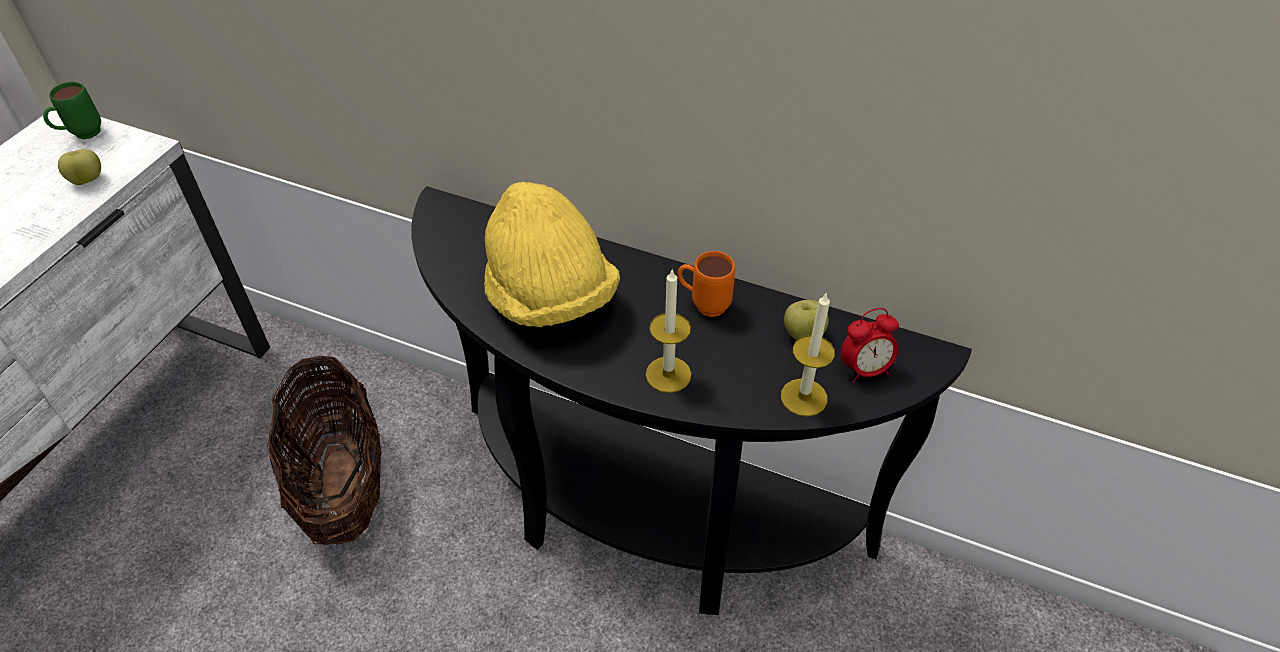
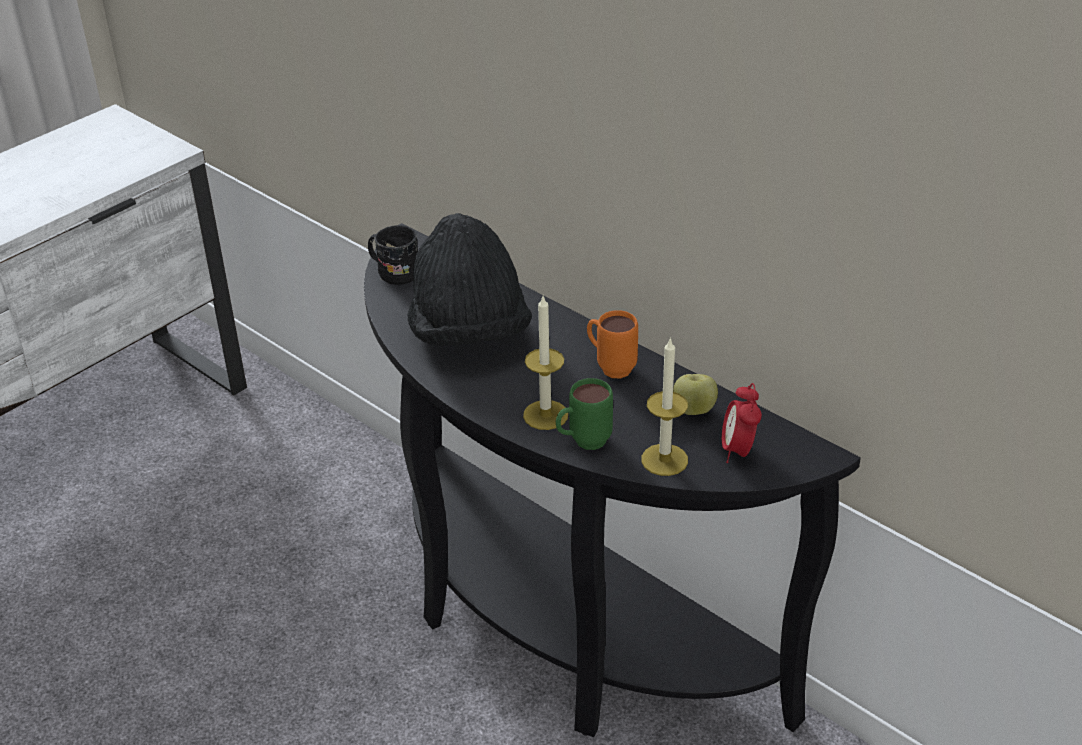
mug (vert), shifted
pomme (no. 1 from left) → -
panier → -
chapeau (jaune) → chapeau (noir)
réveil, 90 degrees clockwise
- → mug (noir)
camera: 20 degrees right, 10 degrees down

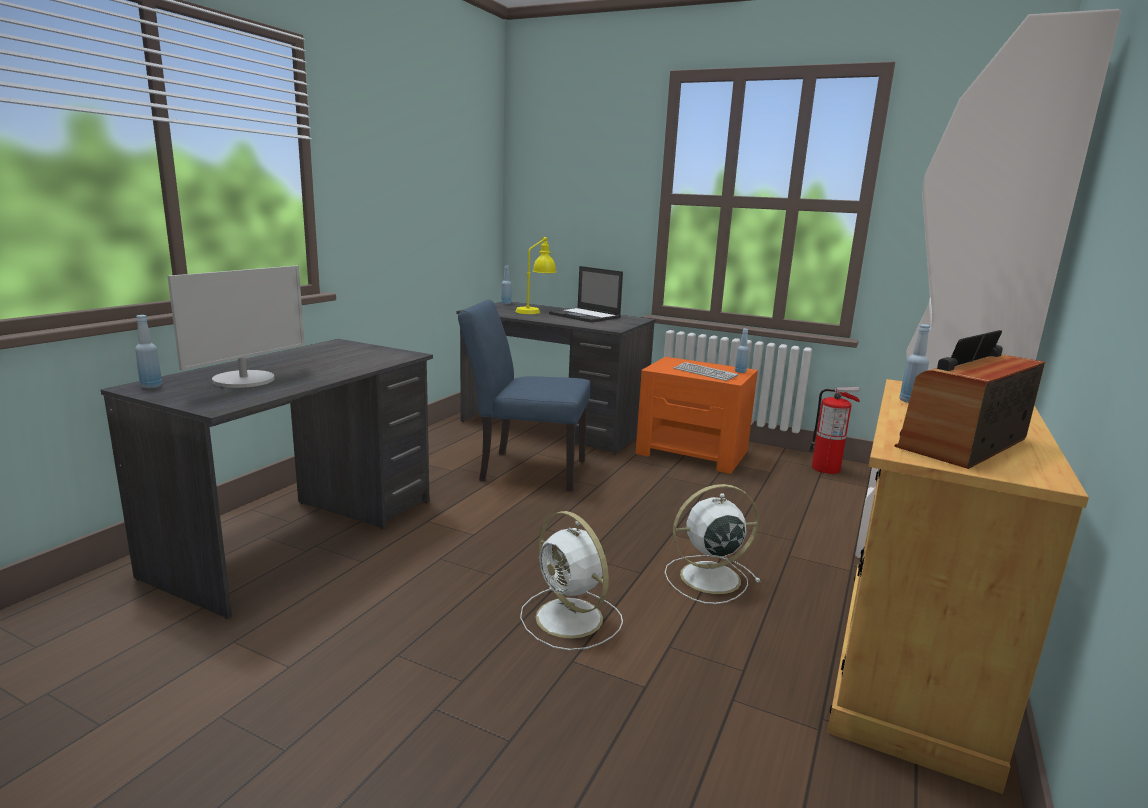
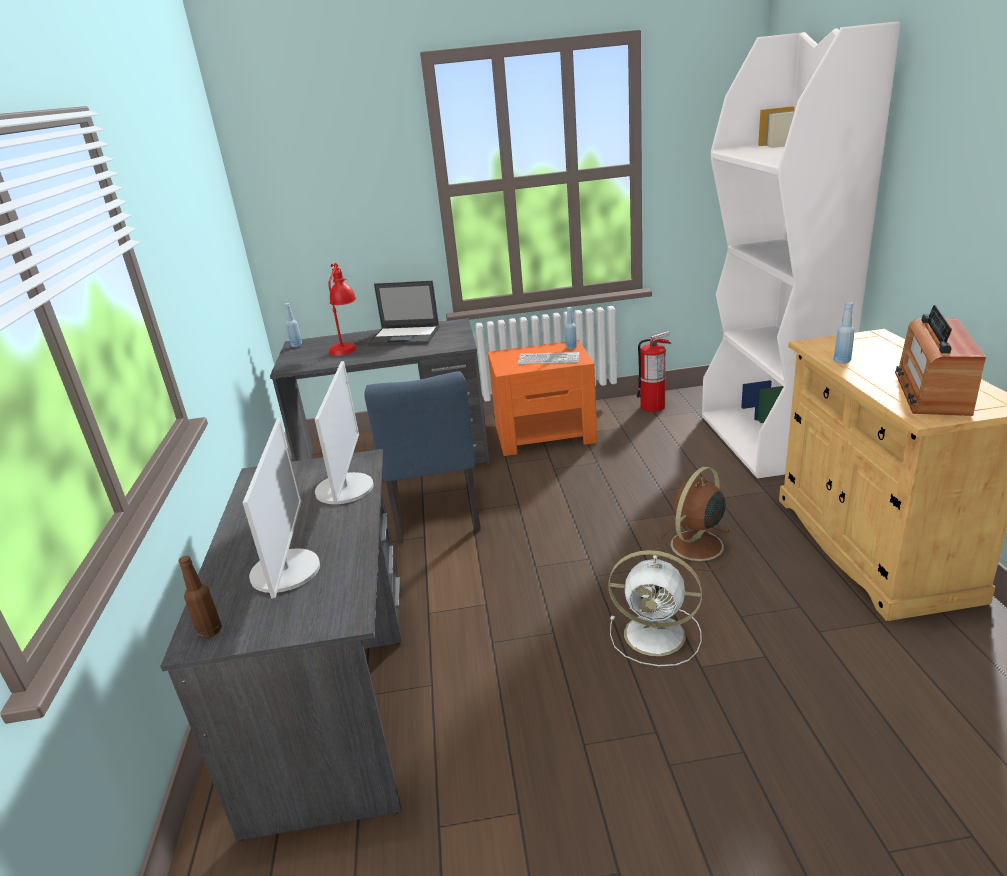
bouteille (bleu) (no. 1 from left) → bouteille (marron)
chaise (bleu), 75 degrees counterclockwise
lampe de table (jaune) → lampe de table (rouge)
ventilateur (blanc) (no. 2 from left) → ventilateur (marron)
- → écran d'ordinateur (no. 2 from left)
camera: 30 degrees left, 10 degrees up

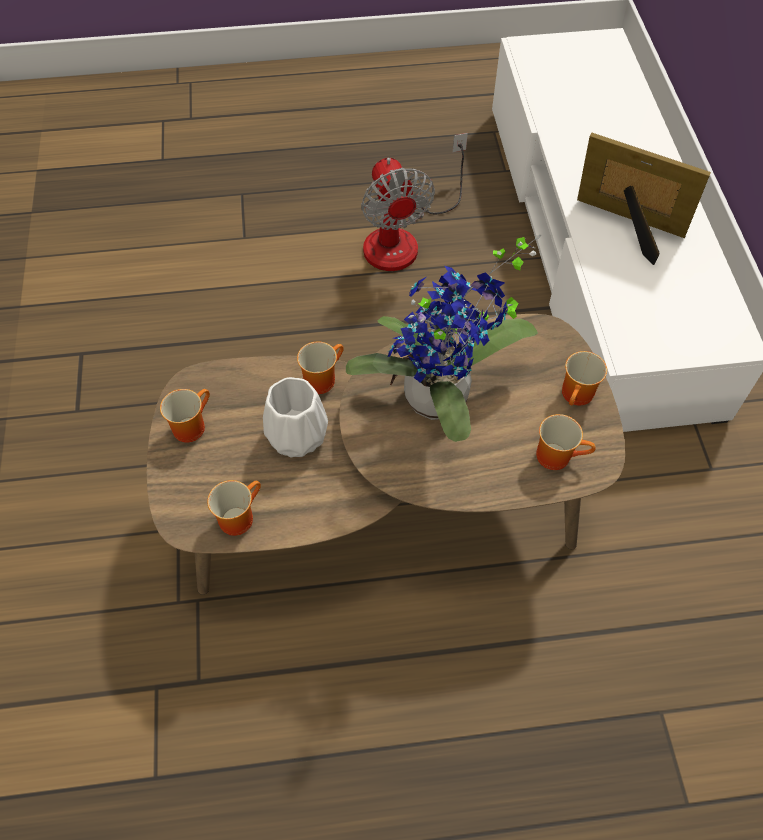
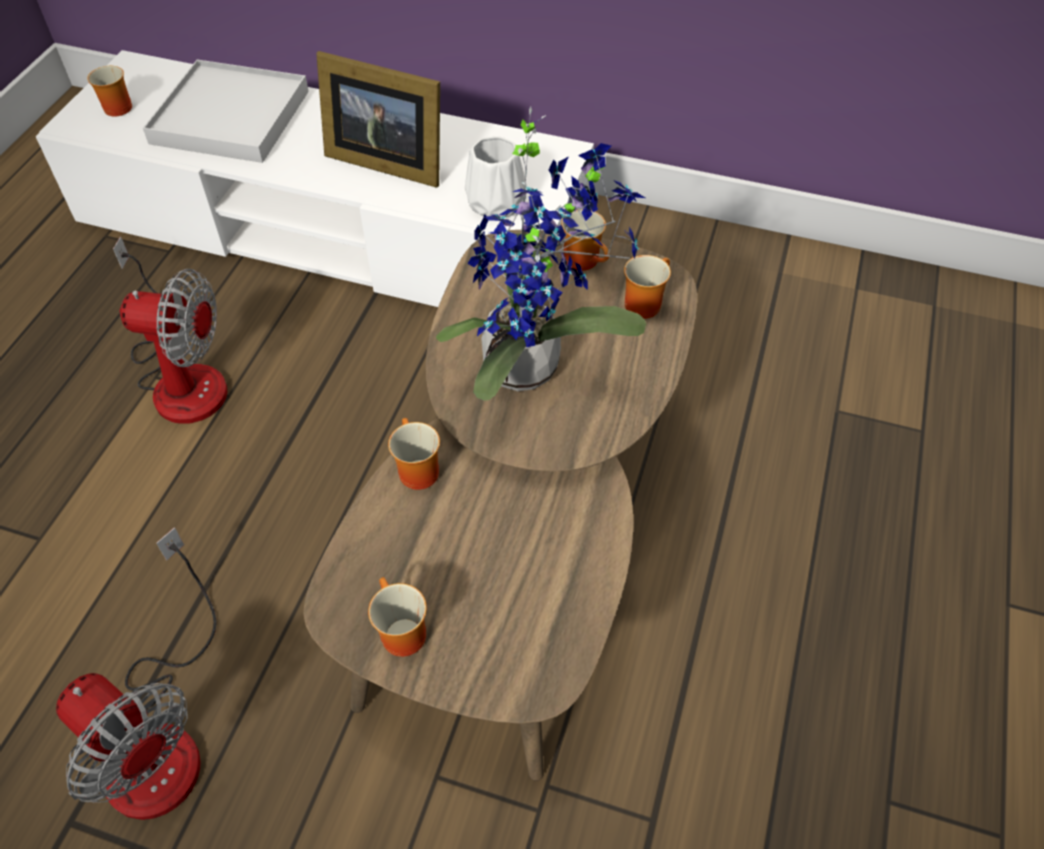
mug (no. 2 from left in the first image) → mug (no. 1 from left), shifted
vase (blanc), shifted
cadre photo, 120 degrees counterclockwise
- → ventilateur (no. 1 from left)
- → plateau (blanc)
camera: 65 degrees left, 5 degrees down

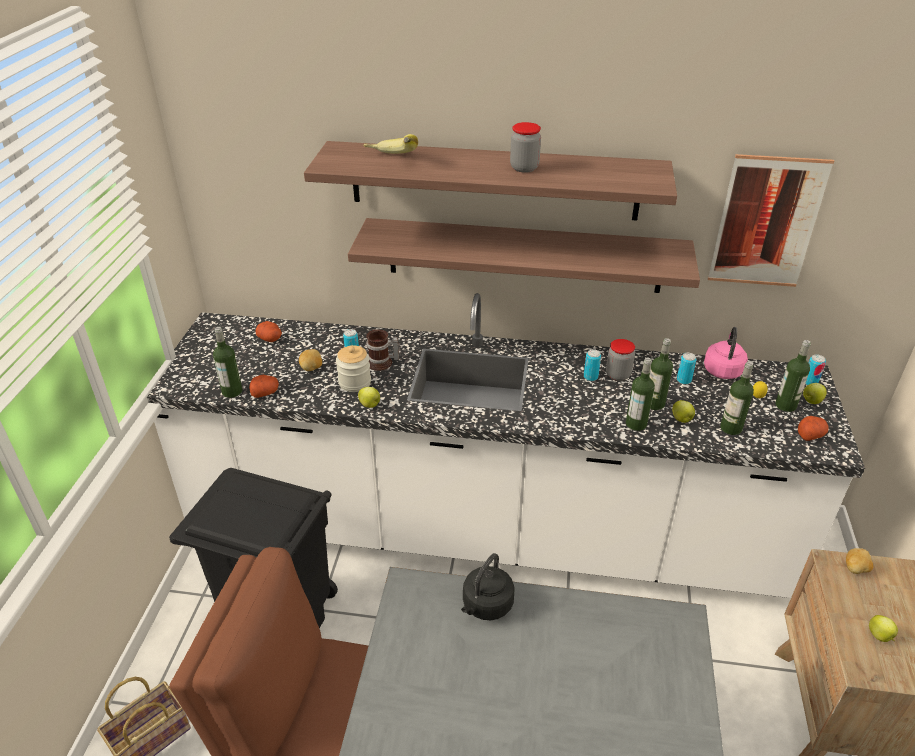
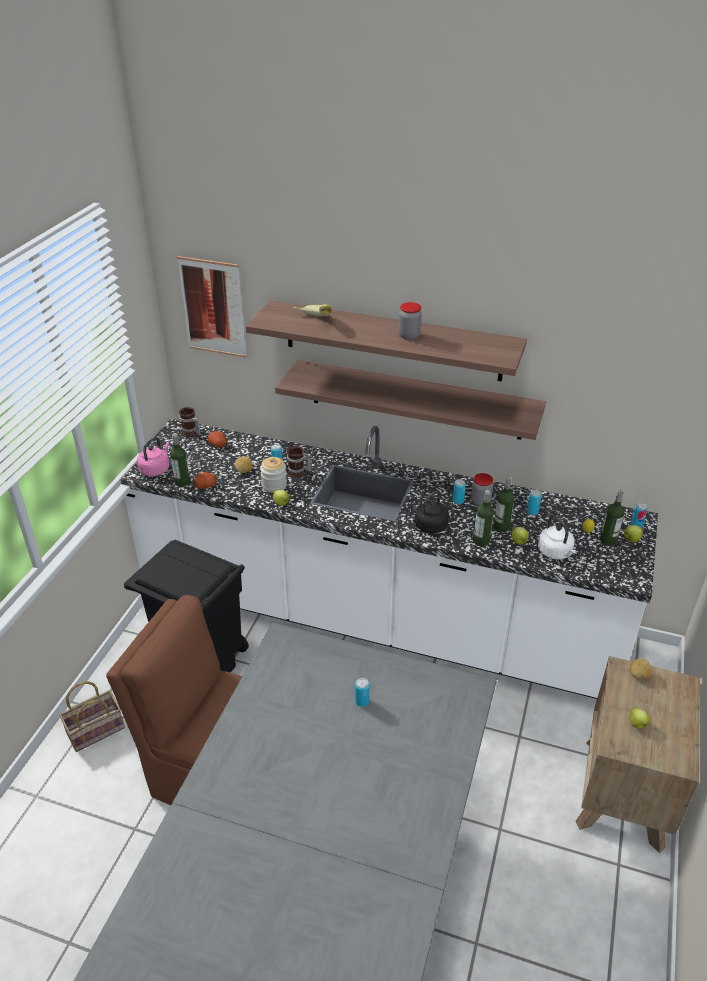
bouilloire (noir), shifted
bouilloire (rose), shifted
tableau, shifted
bouteille (no. 4 from left) → bouilloire (blanc)
pomme de terre (no. 4 from left) → -
- → mug (no. 1 from left)
- → boîte métallique (no. 2 from left)
camera: 10 degrees right, 0 degrees up

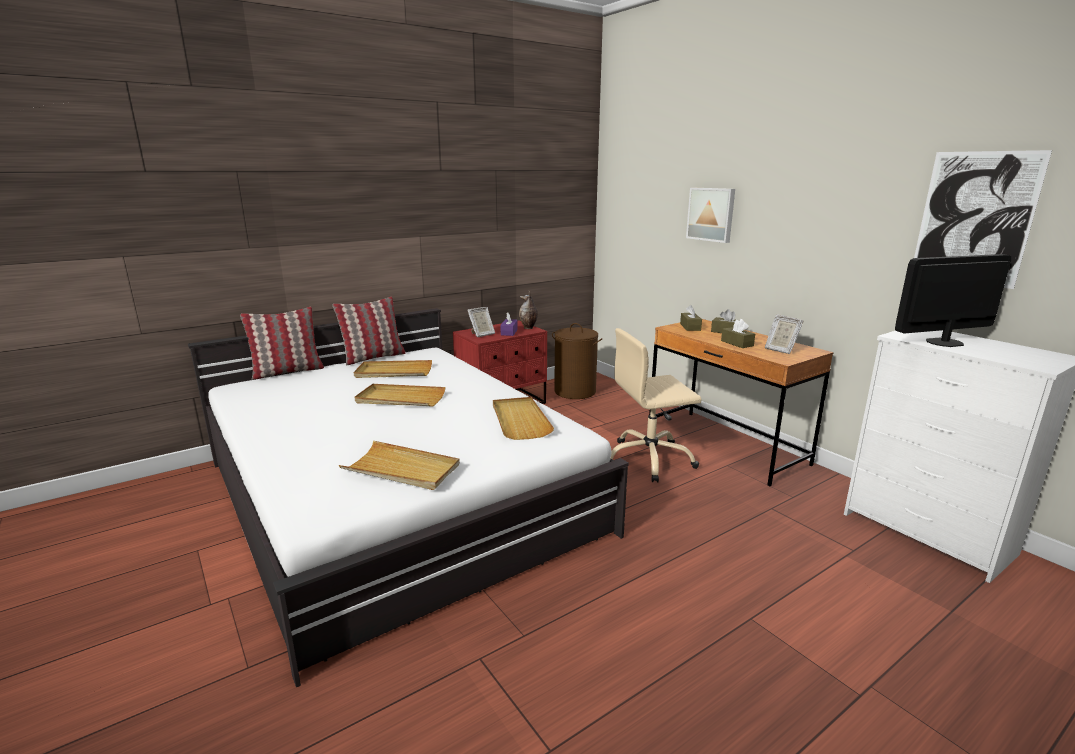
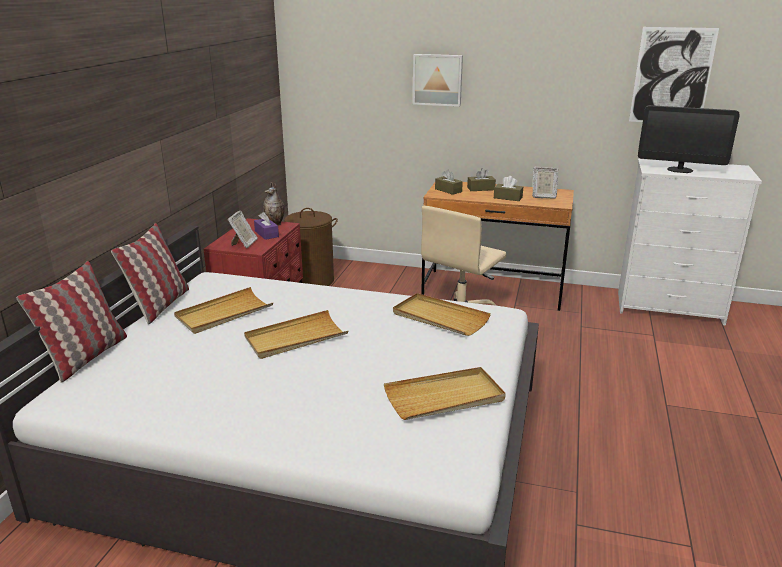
écran d'ordinateur, 105 degrees counterclockwise
camera: 40 degrees left, 5 degrees up

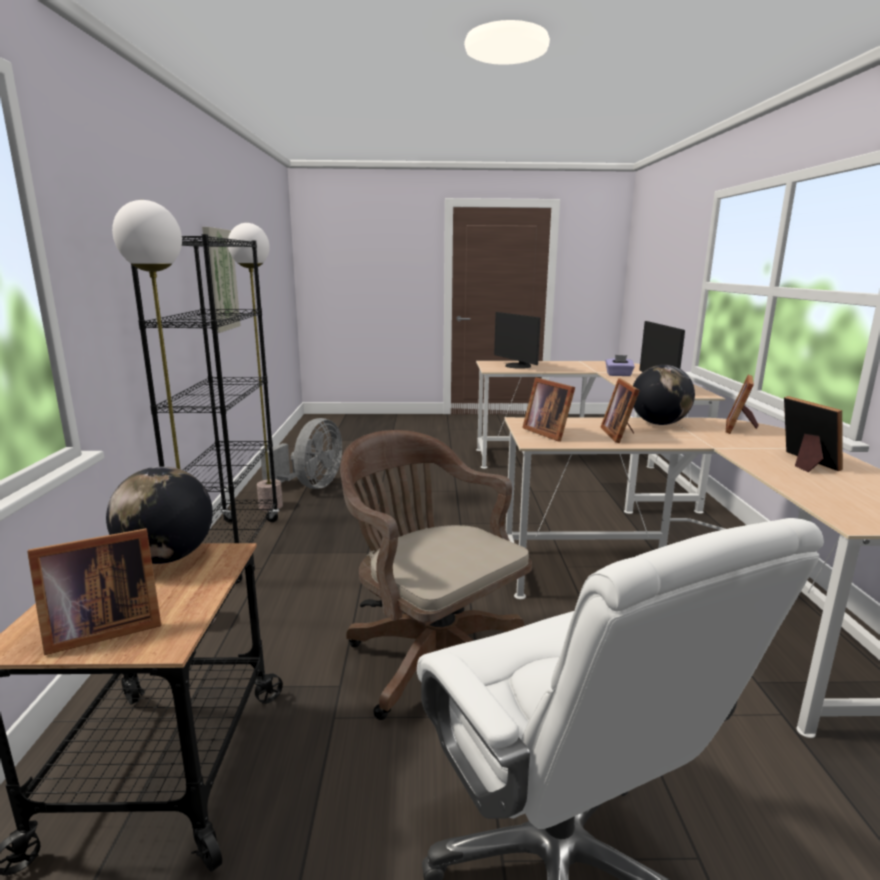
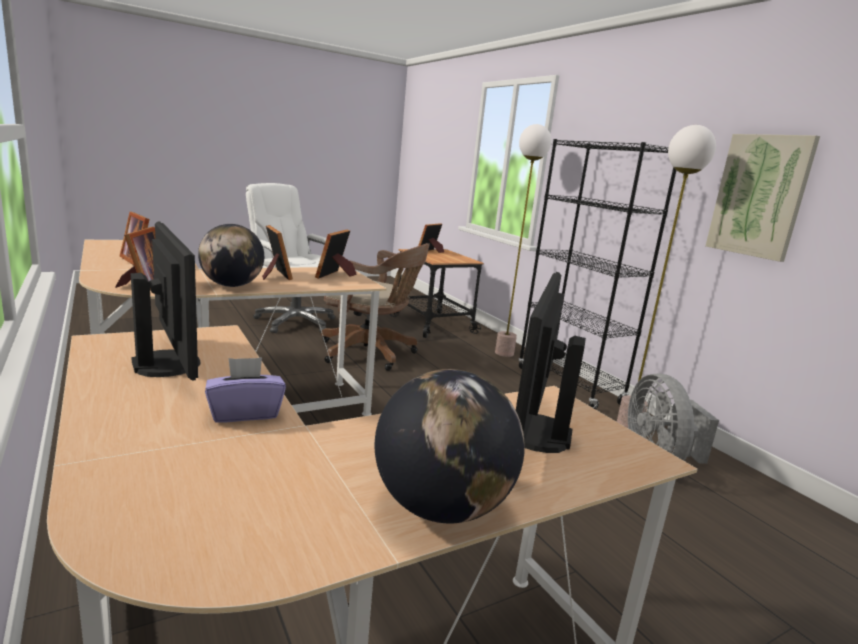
globe (no. 1 from left in the first image) → globe (no. 2 from left), shifted
écran d'ordinateur (no. 1 from left in the first image) → écran d'ordinateur (no. 2 from left), 105 degrees counterclockwise
cadre photo (no. 2 from left in the first image) → cadre photo (no. 4 from left), 105 degrees counterclockwise
camera: 150 degrees right, 0 degrees up

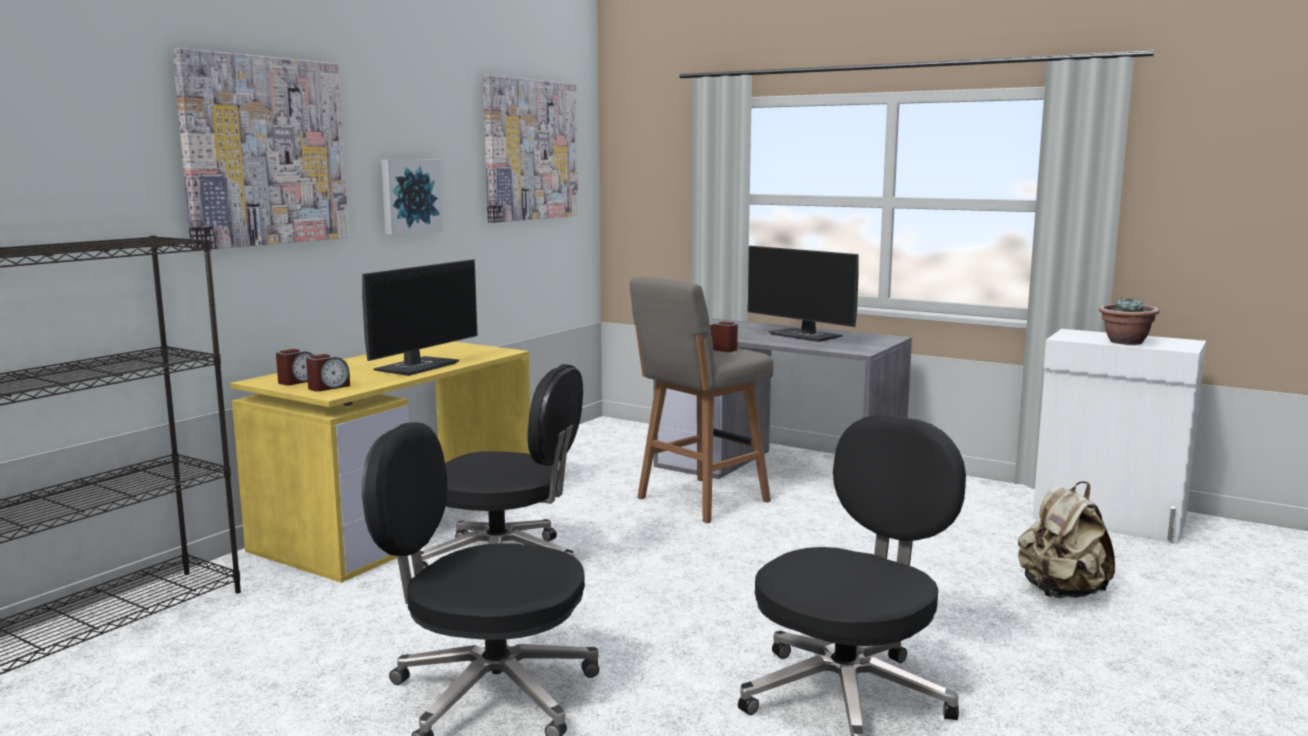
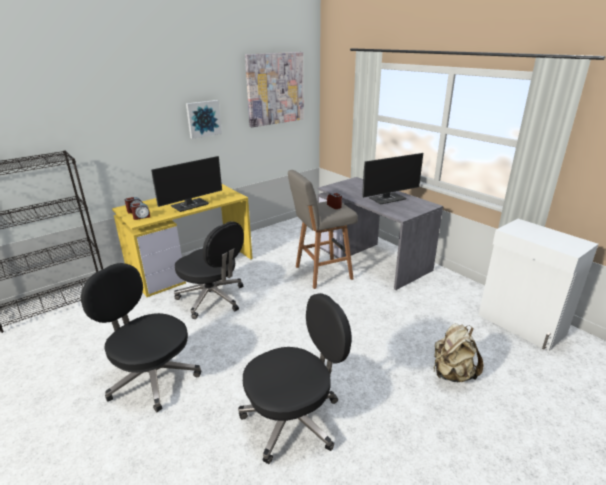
tableau (no. 1 from left) → -
écran d'ordinateur (no. 2 from left), 90 degrees counterclockwise
plante en pot → -
camera: 20 degrees right, 15 degrees up

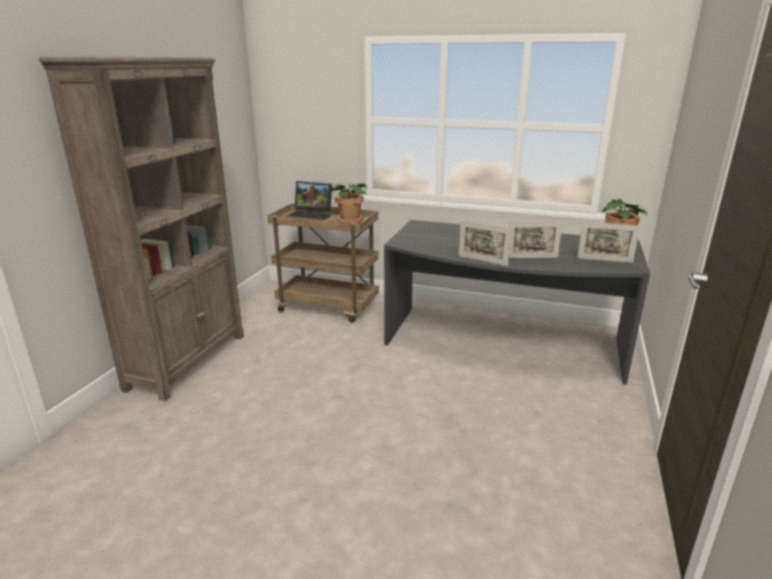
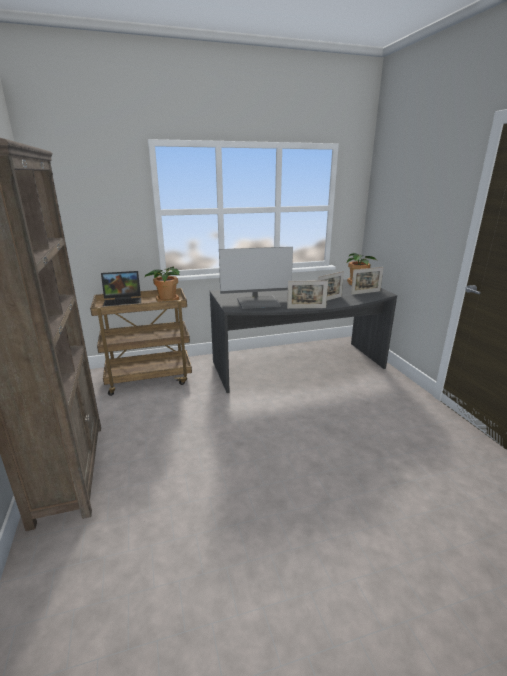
- → écran d'ordinateur
camera: 35 degrees left, 0 degrees up

